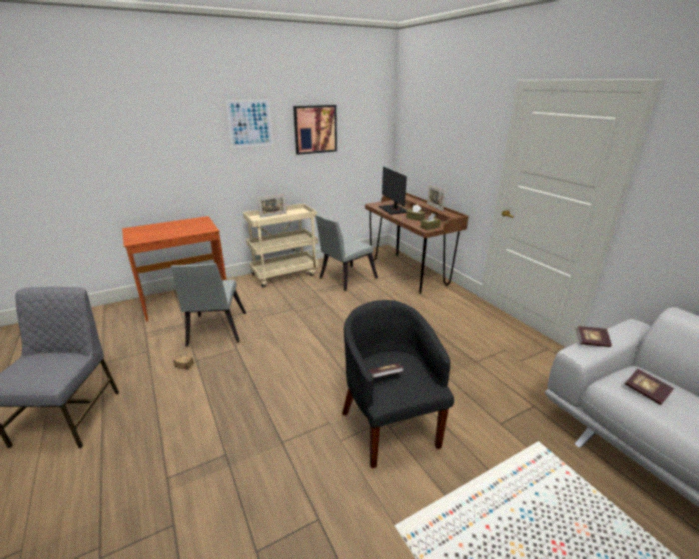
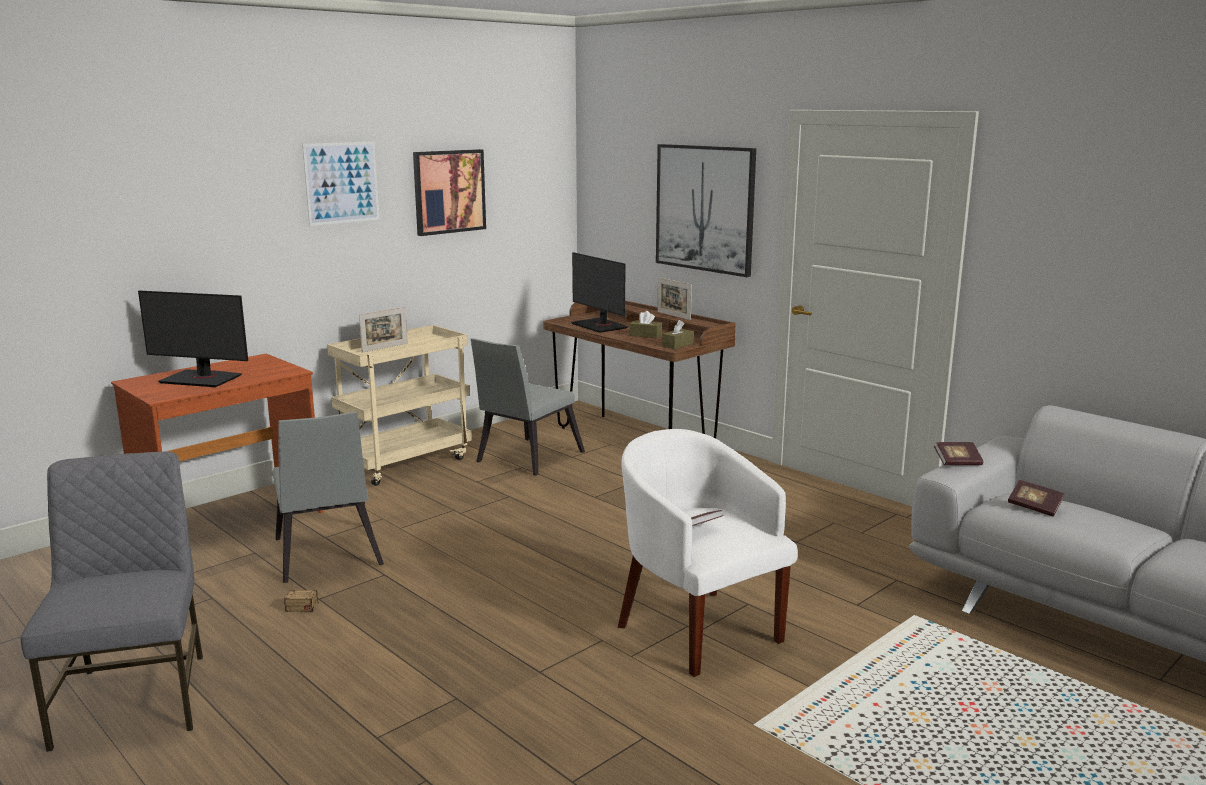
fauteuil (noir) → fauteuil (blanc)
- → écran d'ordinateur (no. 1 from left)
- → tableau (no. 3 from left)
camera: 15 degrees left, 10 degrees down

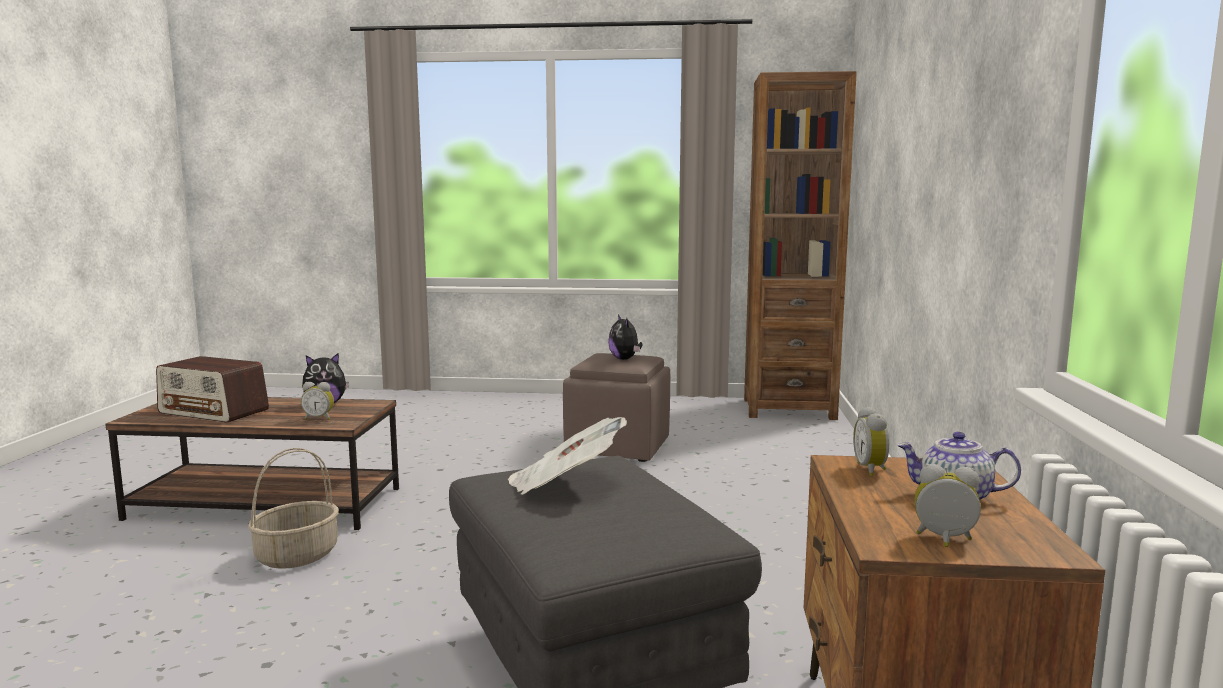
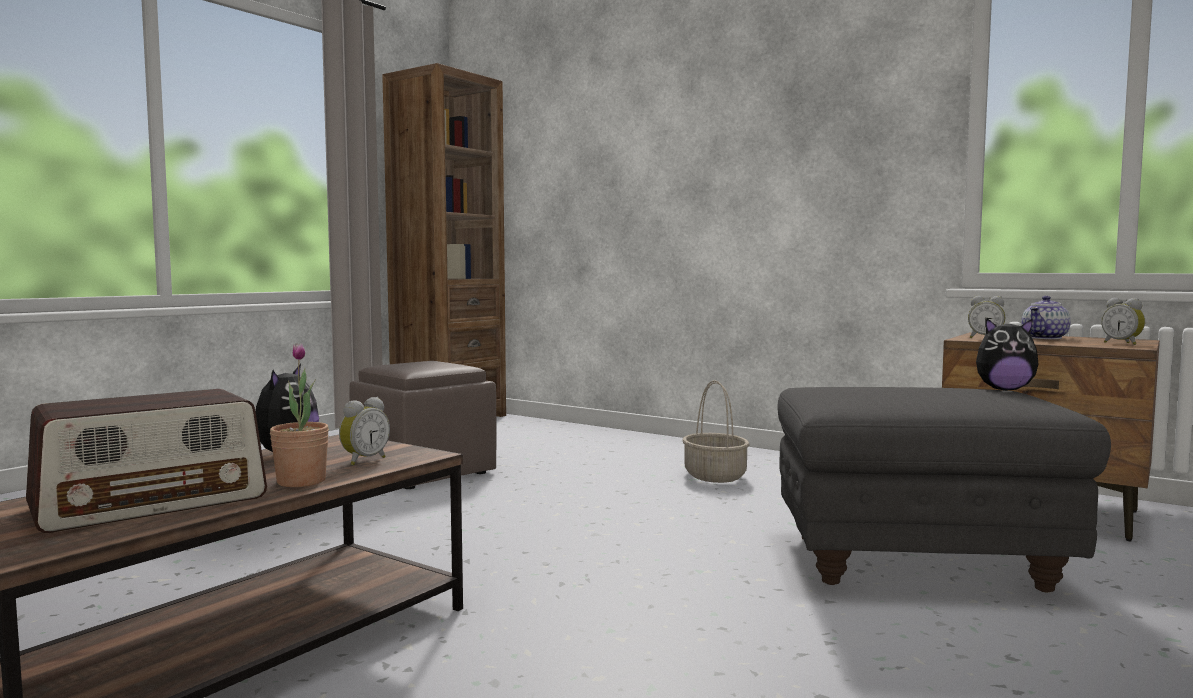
panier, shifted
journal → -
peluche (no. 2 from left), shifted
réveil (no. 3 from left), 75 degrees counterclockwise
- → plante en pot
camera: 60 degrees left, 5 degrees down

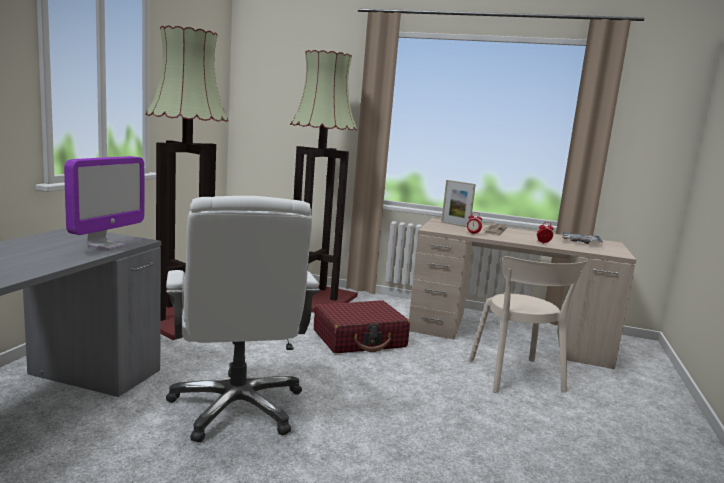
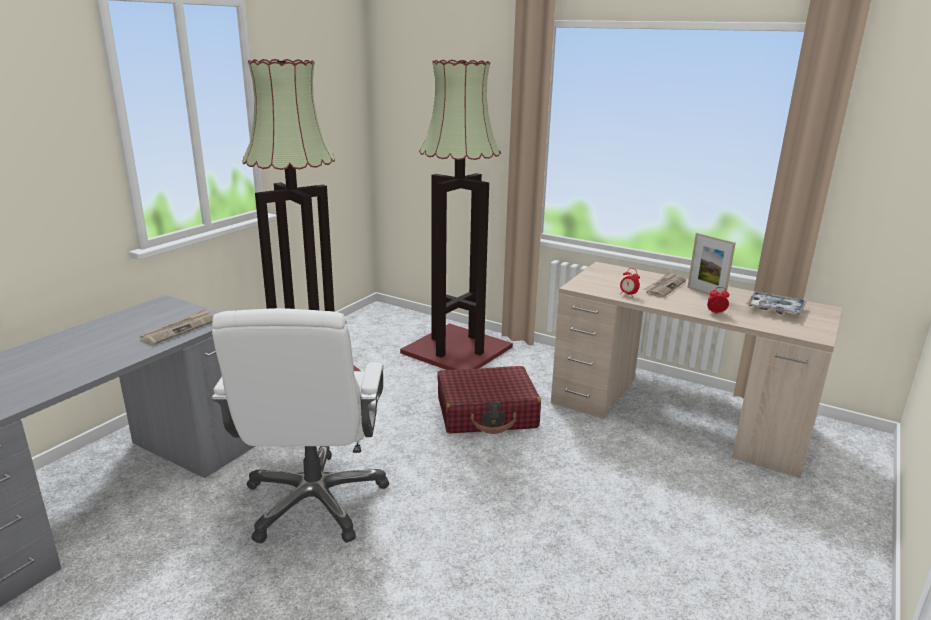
écran d'ordinateur → journal (no. 1 from left)
cadre photo, shifted
chaise (beige) → -
camera: 15 degrees right, 10 degrees up

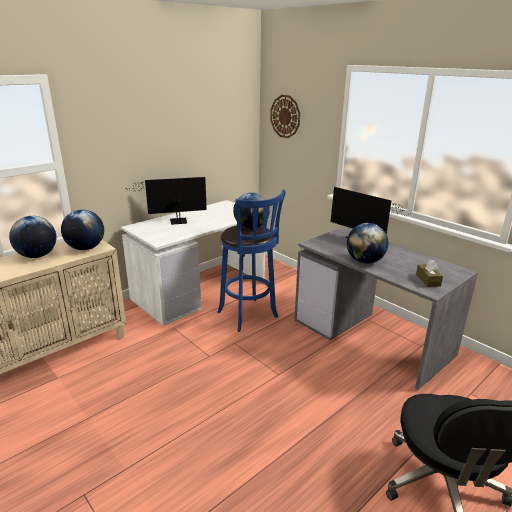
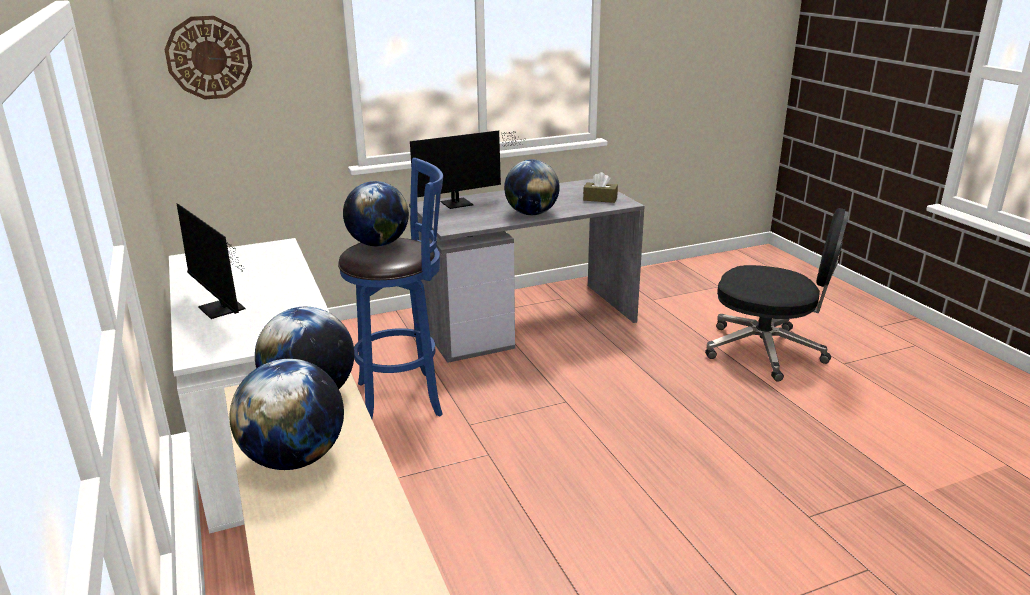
écran d'ordinateur (no. 1 from left), 45 degrees counterclockwise
camera: 70 degrees left, 0 degrees up

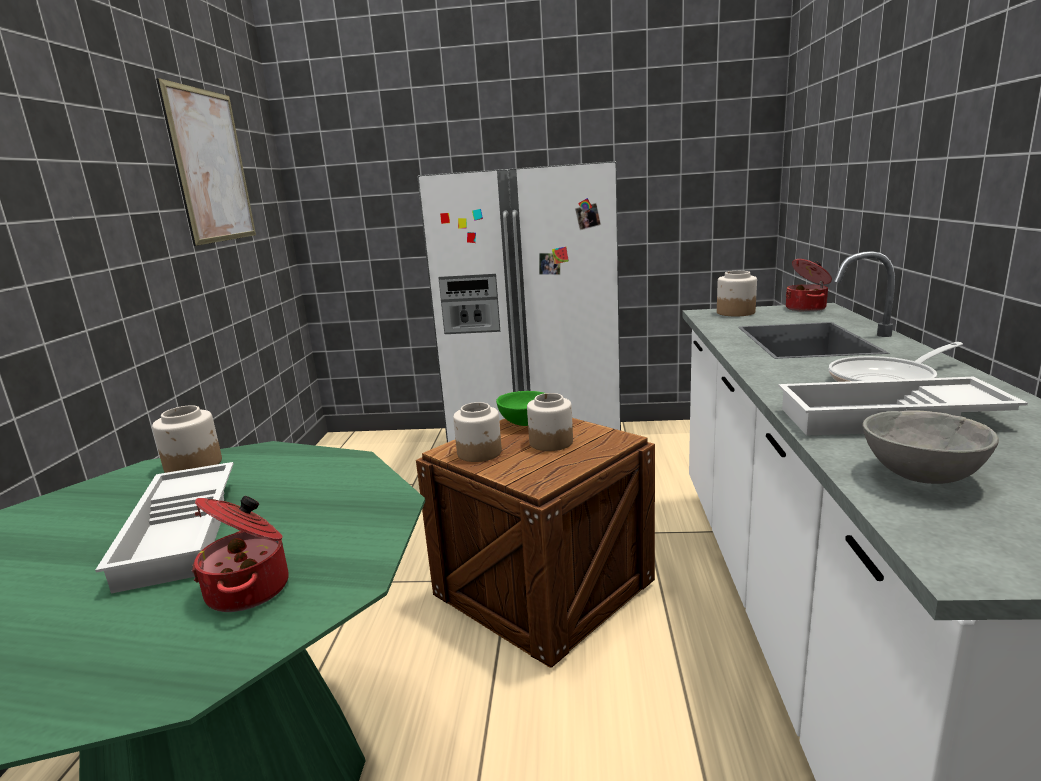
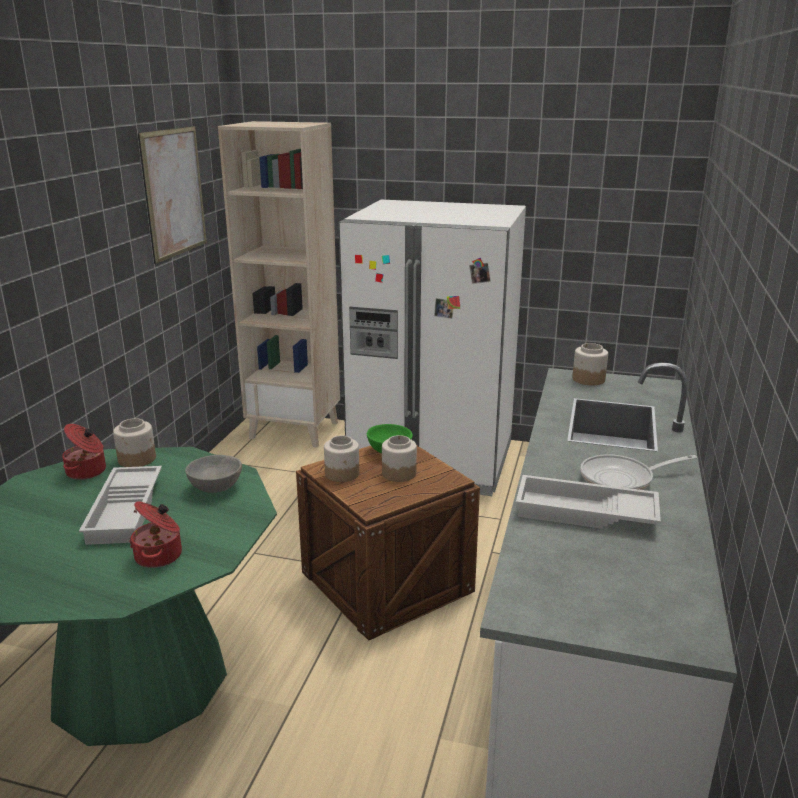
marmite (no. 2 from left in the first image) → marmite (no. 1 from left), shifted
bol (gris), shifted
- → bibliothèque (beige)
camera: 10 degrees right, 5 degrees up

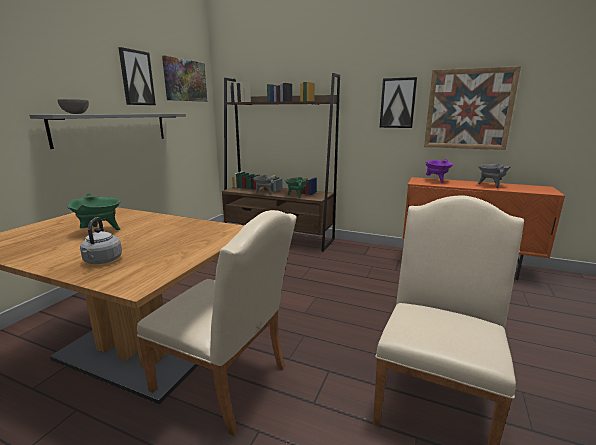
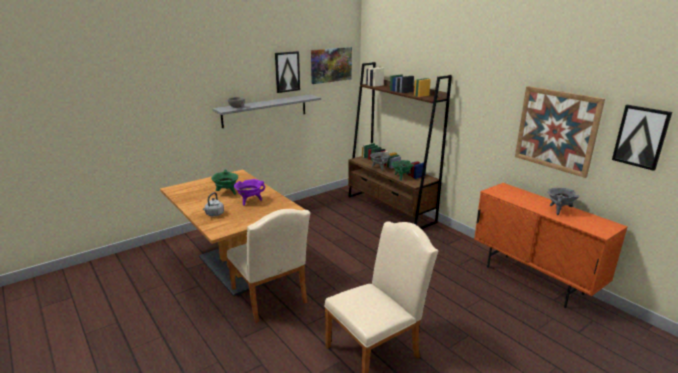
tableau (no. 3 from left in the first image) → tableau (no. 4 from left), shifted
marmite (violet), shifted
camera: 30 degrees right, 5 degrees up

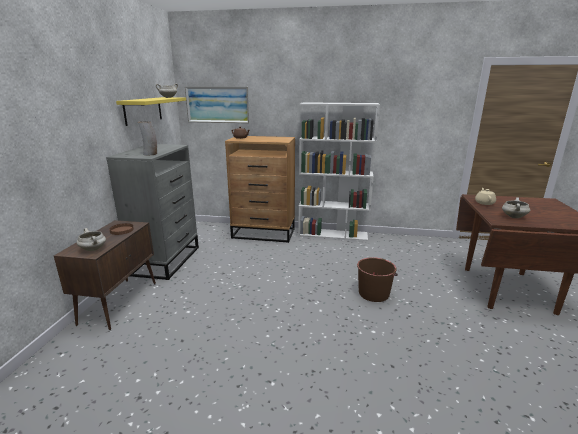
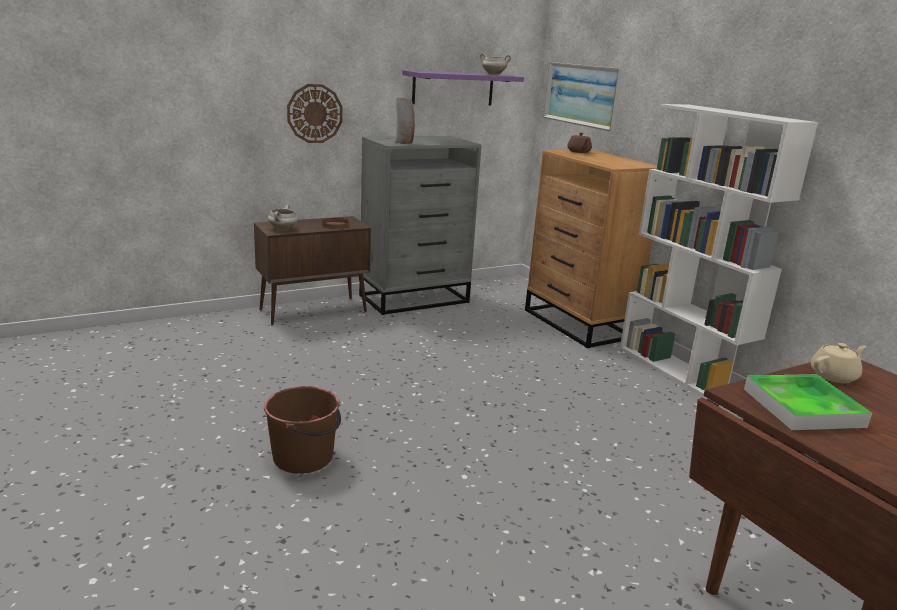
étagère (jaune) → étagère (violet)
seau (marron), shifted
marmite (blanc) (no. 3 from left) → plateau
- → horloge murale
camera: 50 degrees right, 0 degrees up

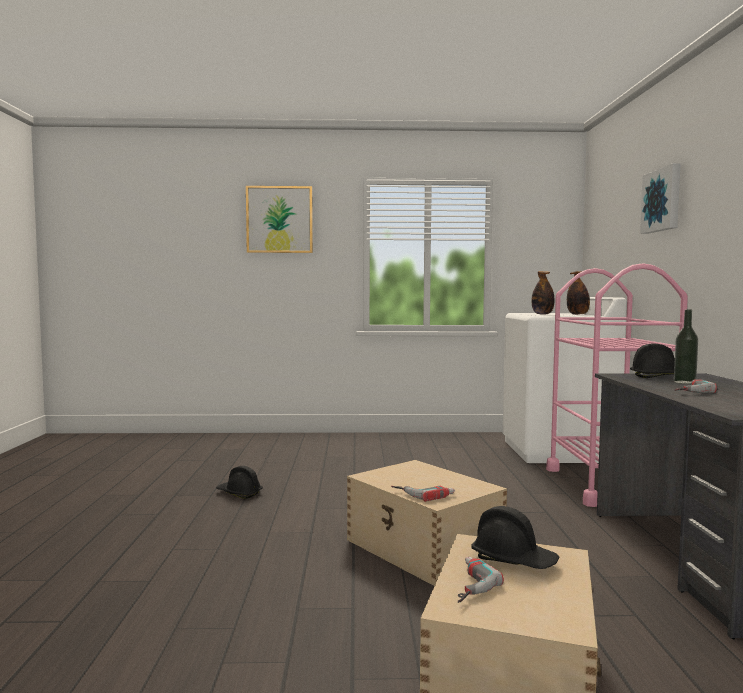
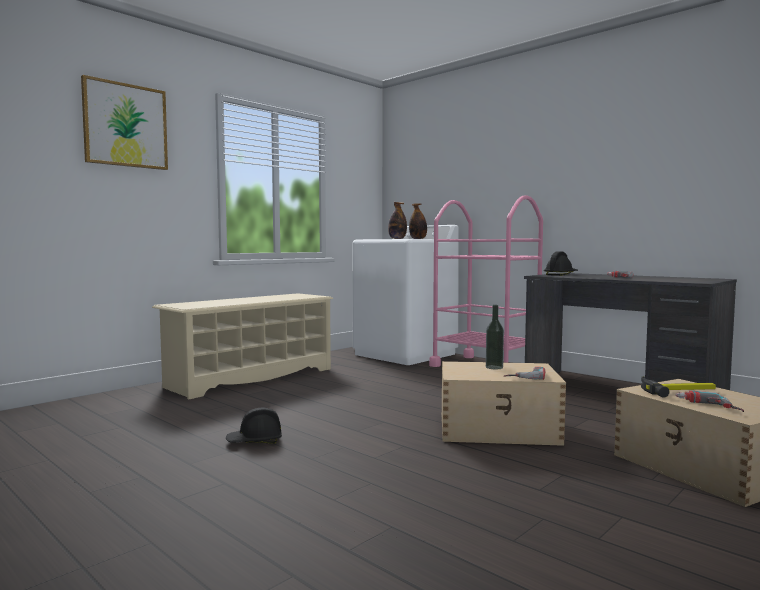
casque de chantier (noir) (no. 2 from left) → marteau
tableau (no. 2 from left) → -
bouteille (no. 3 from left), shifted
- → étagère à chaussures (beige)
camera: 45 degrees left, 0 degrees up

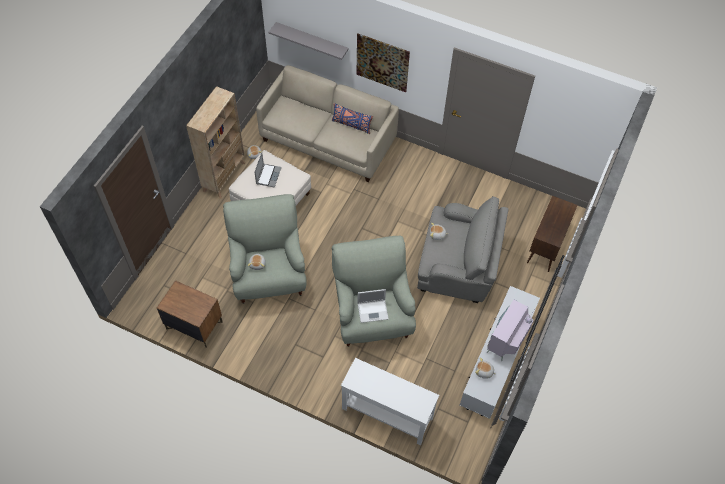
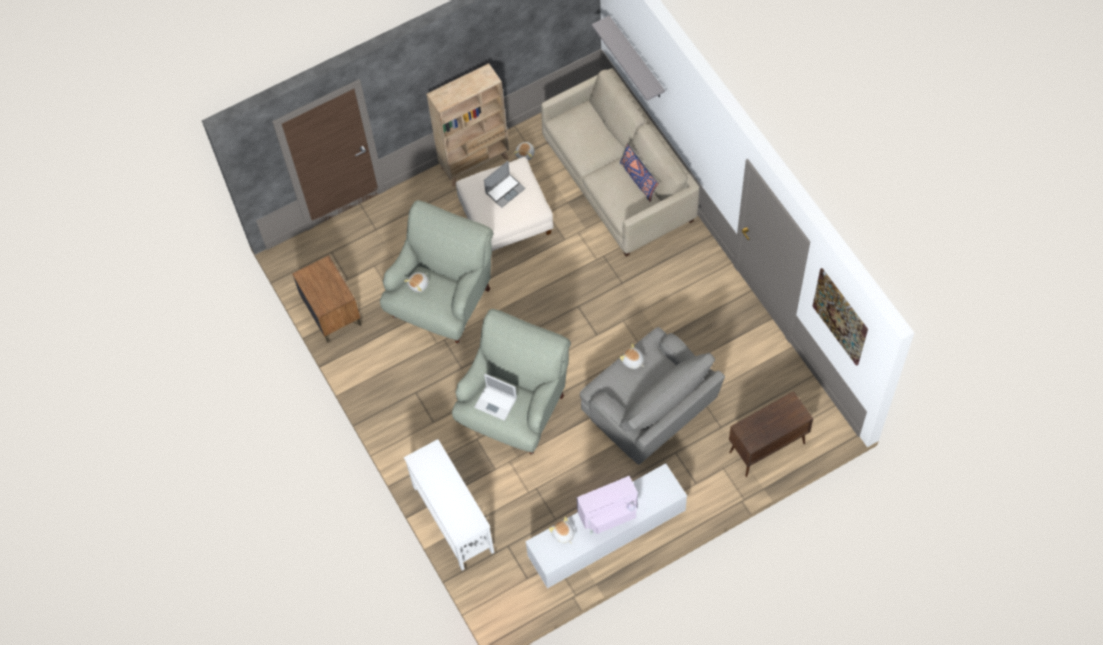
tableau, shifted
camera: 40 degrees right, 5 degrees up

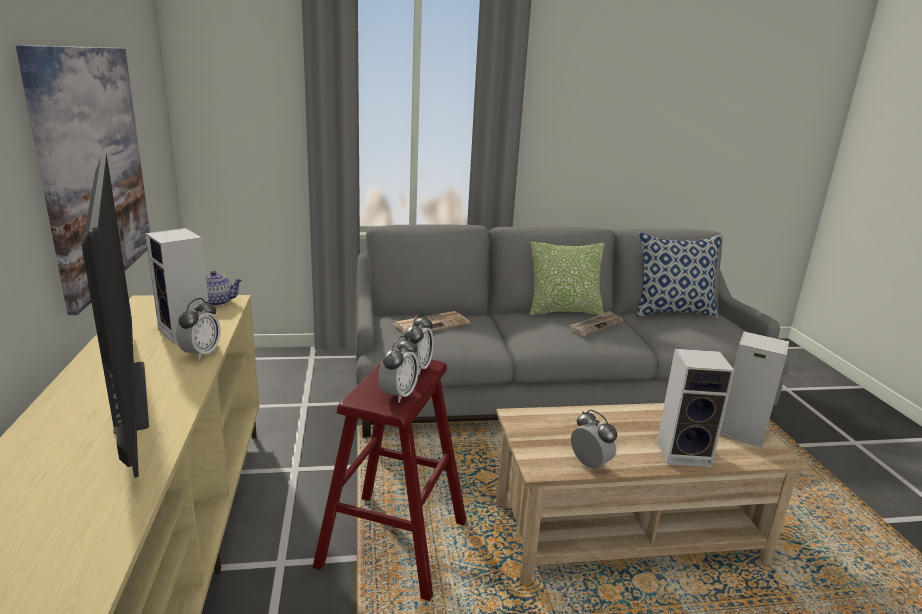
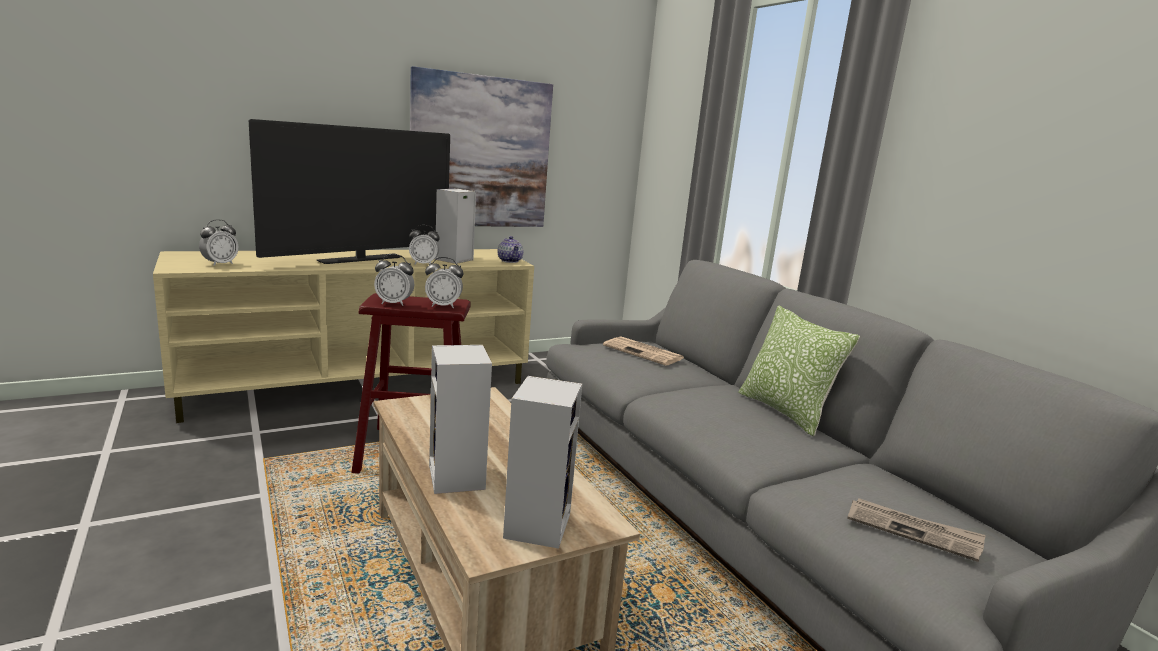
journal (no. 2 from left), shifted
réveil (no. 4 from left in the first image) → réveil (no. 1 from left), shifted
coussin (no. 2 from left) → -
camera: 70 degrees right, 5 degrees down

